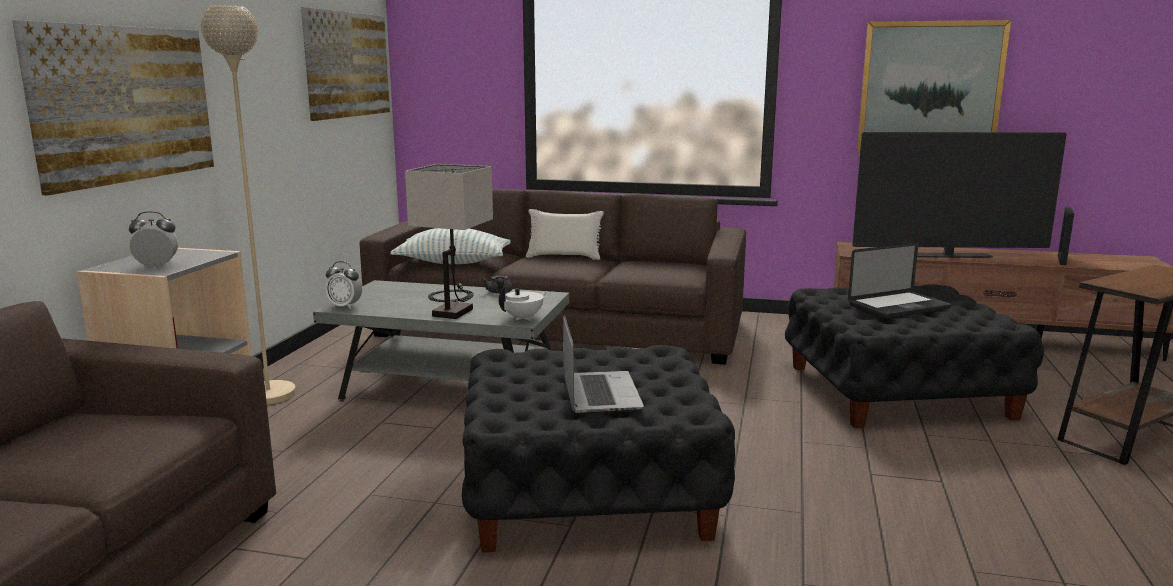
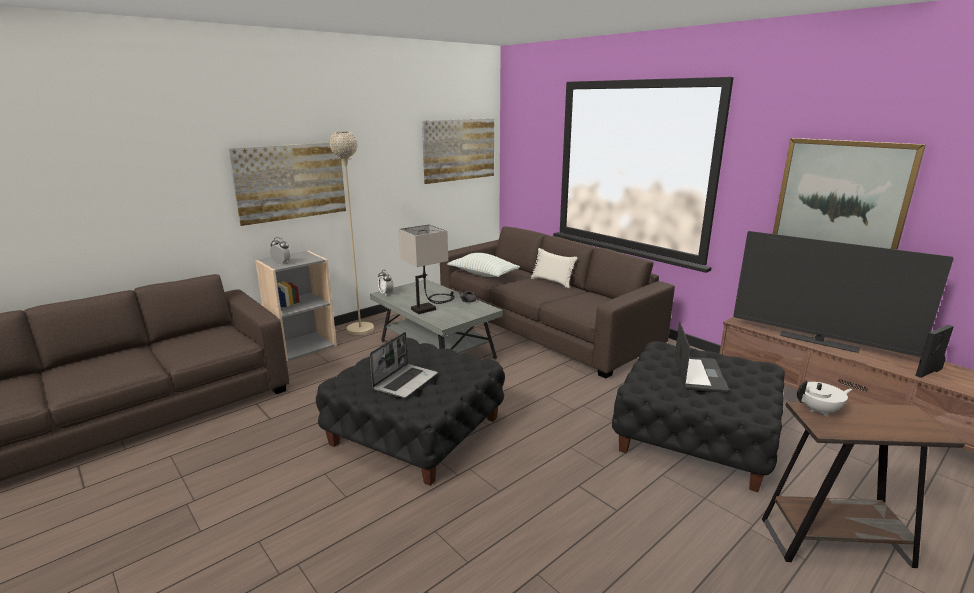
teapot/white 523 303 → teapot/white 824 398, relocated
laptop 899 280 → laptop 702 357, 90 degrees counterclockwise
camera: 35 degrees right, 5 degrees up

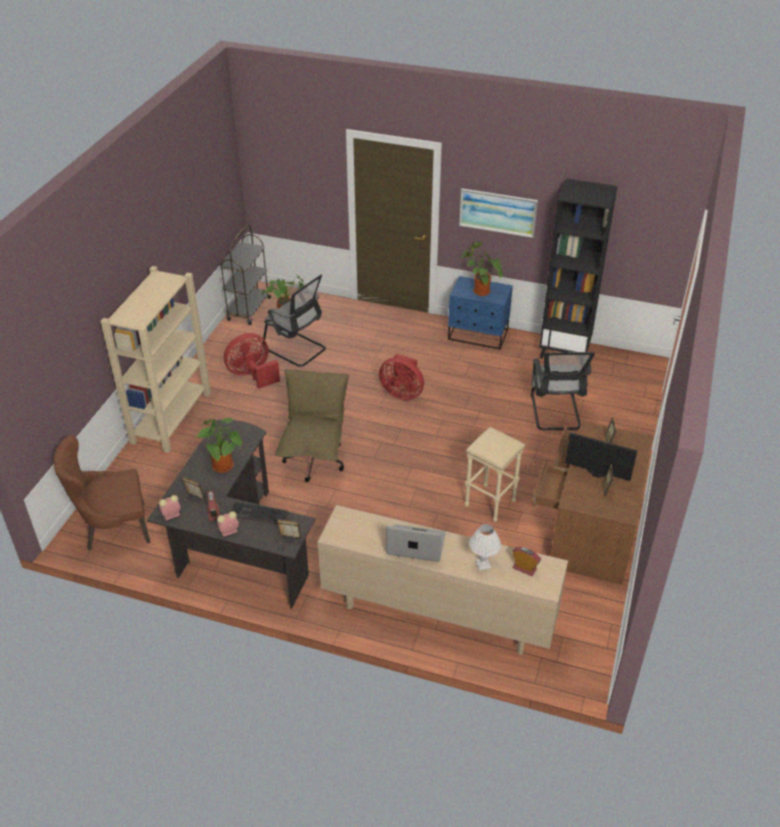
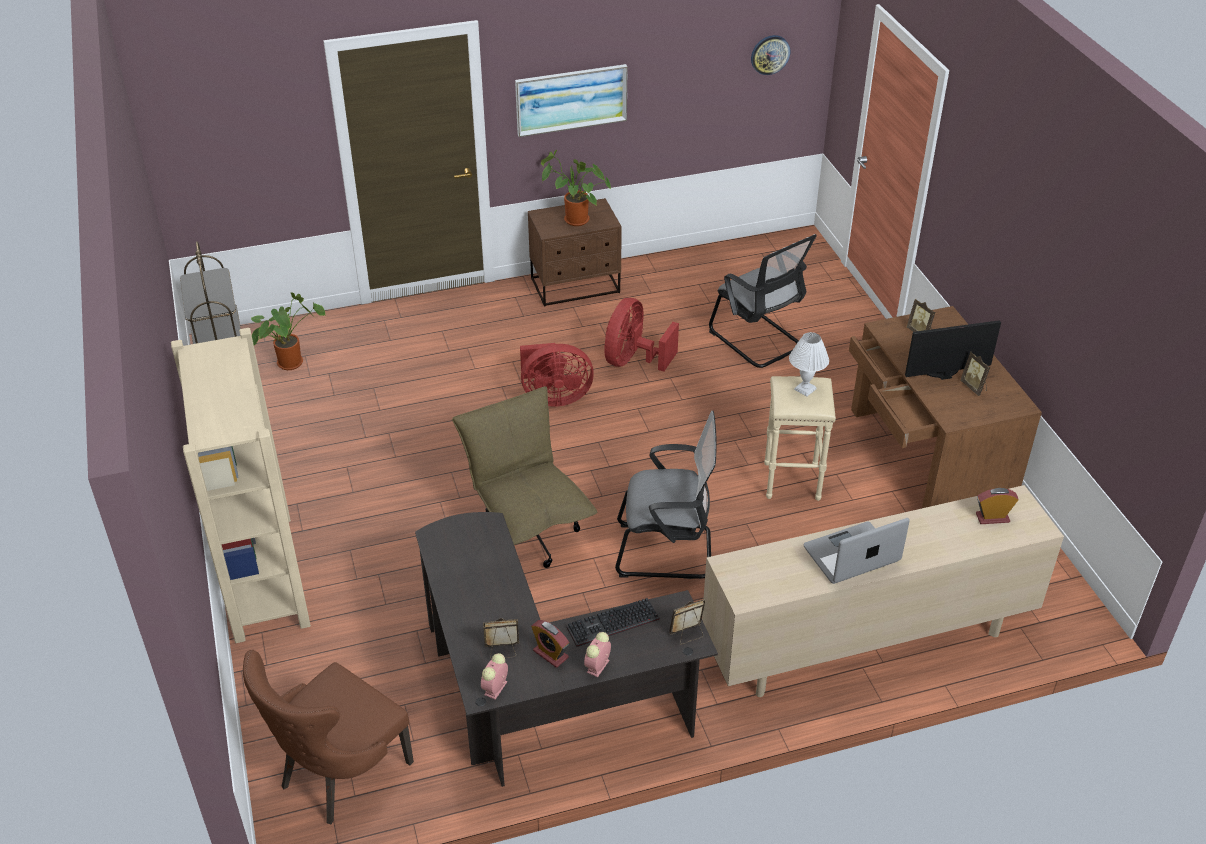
potted plant 219 445 → -
fan/red 252 361 → fan/red 641 334, relocated
chair 294 320 → chair 666 494, relocated
nightstand/blue 480 313 → nightstand/brown 575 252
table lamp/white 485 547 → table lamp/white 809 364, relocated
bookcase/black 578 269 → -
- → wall clock 770 55
camera: 35 degrees left, 0 degrees up

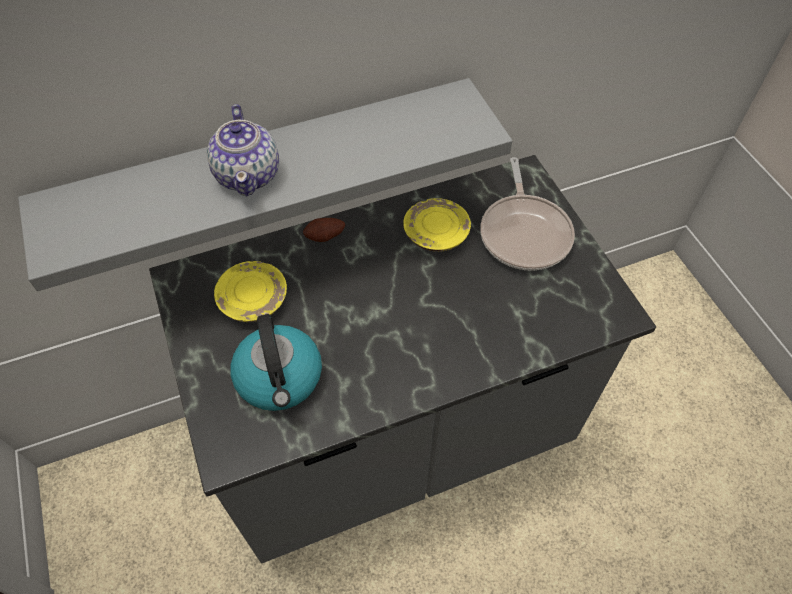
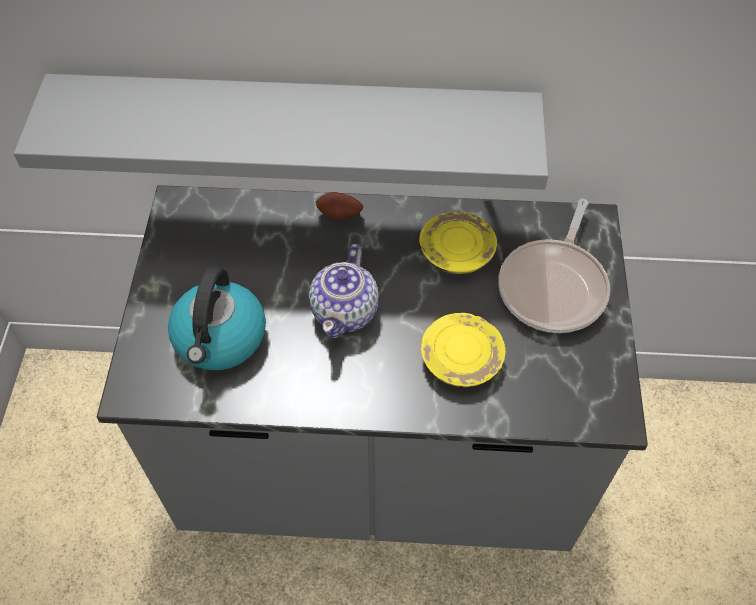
teapot 243 150 → teapot 344 291, relocated
plate/yellow 250 291 → plate/yellow 463 350, relocated
camera: 25 degrees right, 0 degrees up

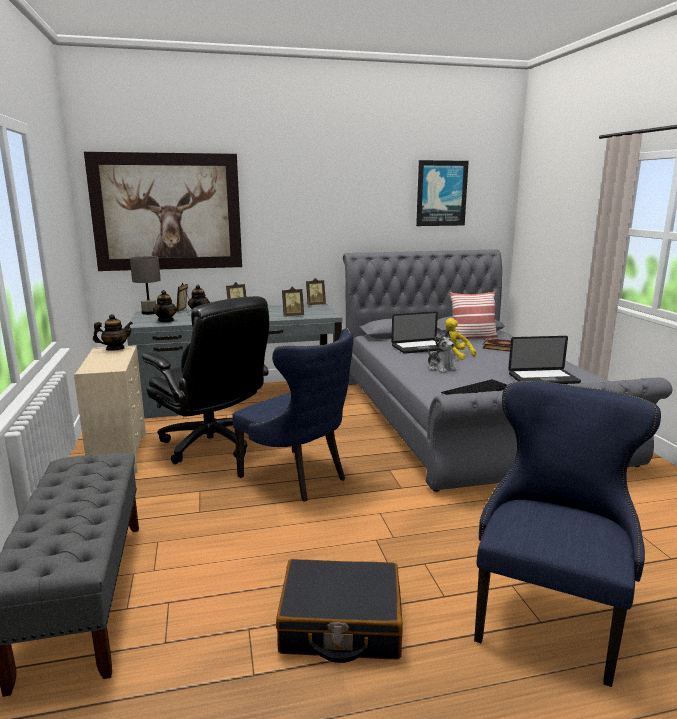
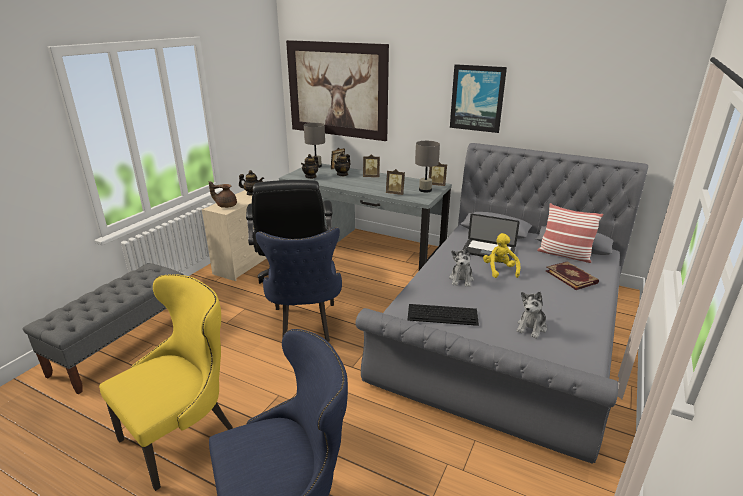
suitcase/black 339 611 → chair/yellow 166 382
picture 442 193 → picture 478 98, relocated
laptop 544 360 → plush toy 532 315
- → teapot/brown 223 194
- → table lamp/grey 427 166
camera: 40 degrees right, 10 degrees up

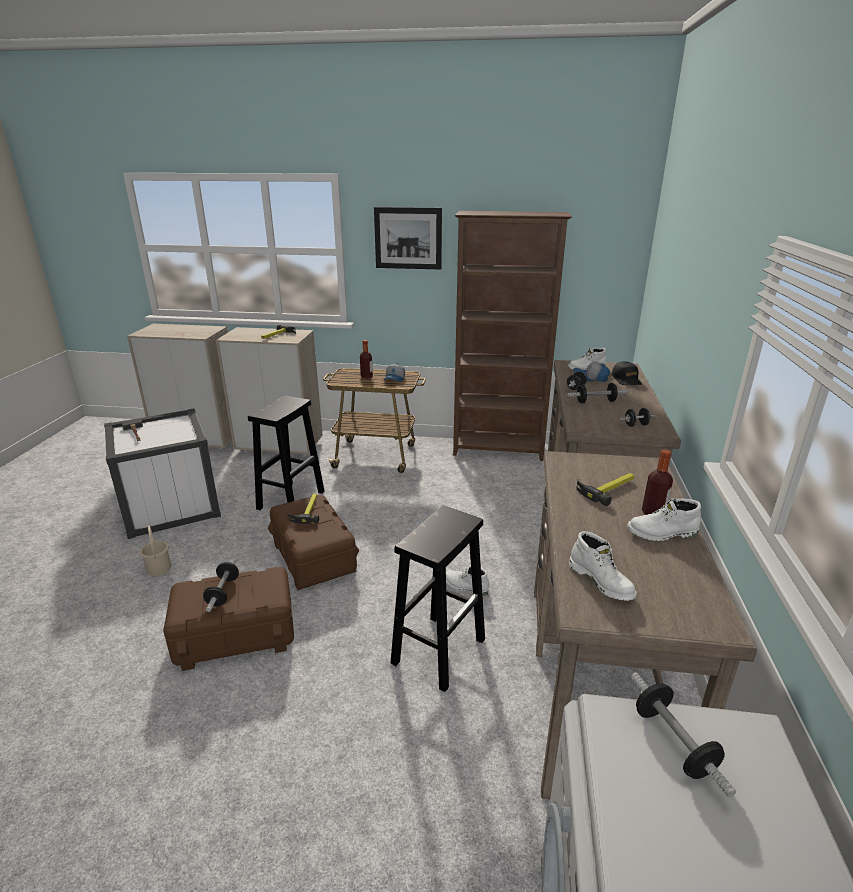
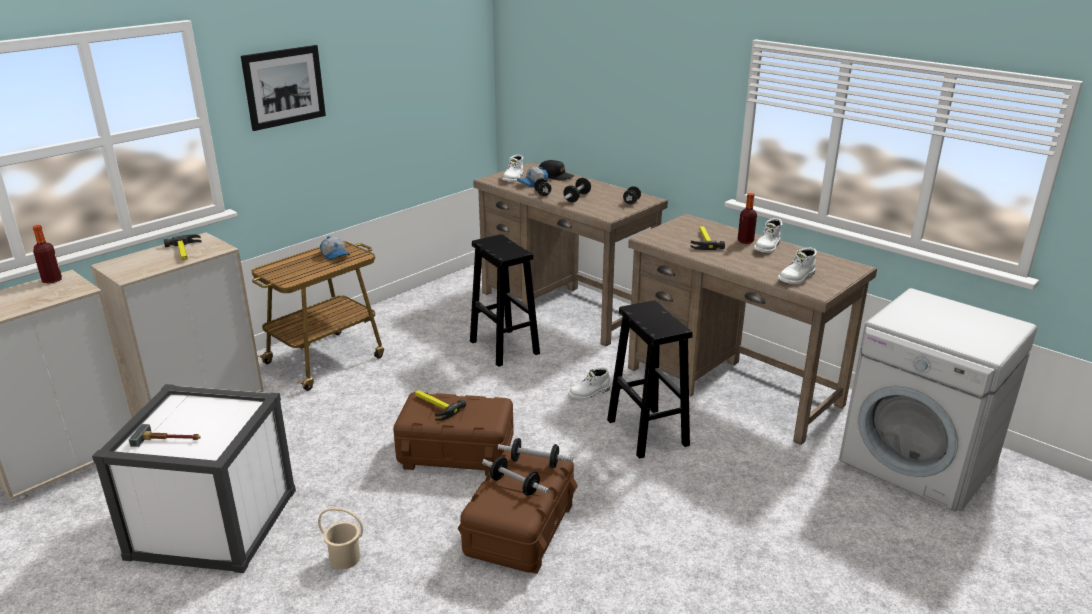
stool/black 286 452 → stool/black 505 300, relocated
bottle 366 359 → bottle 47 254, relocated
bookcase/brown 512 336 → -
boot/white 603 566 → boot/white 797 266, 135 degrees clockwise
dumbbell 683 735 → dumbbell 535 453, relocated
camera: 55 degrees left, 0 degrees up

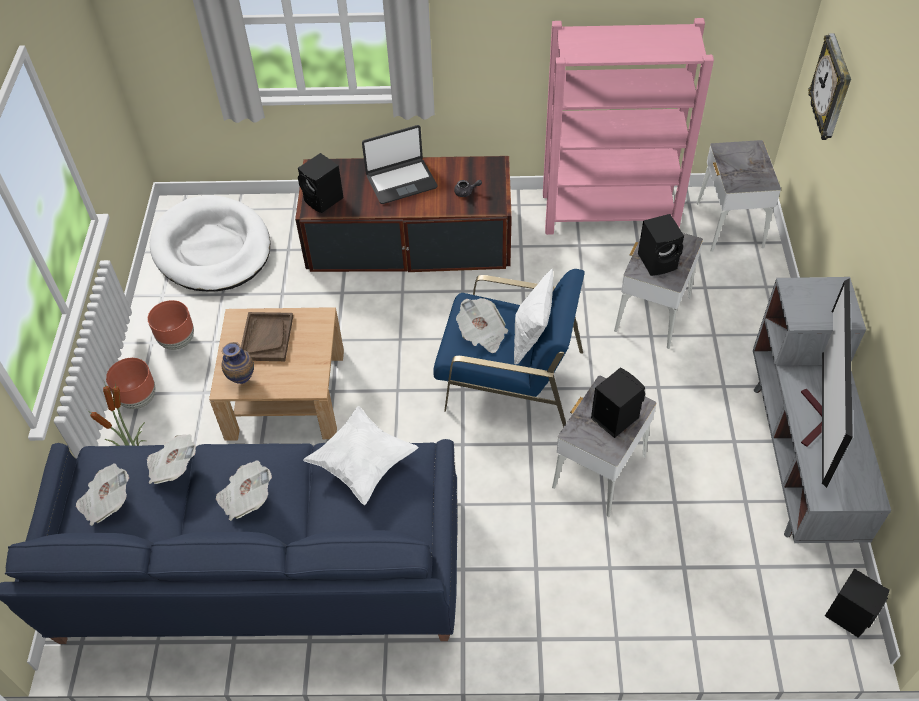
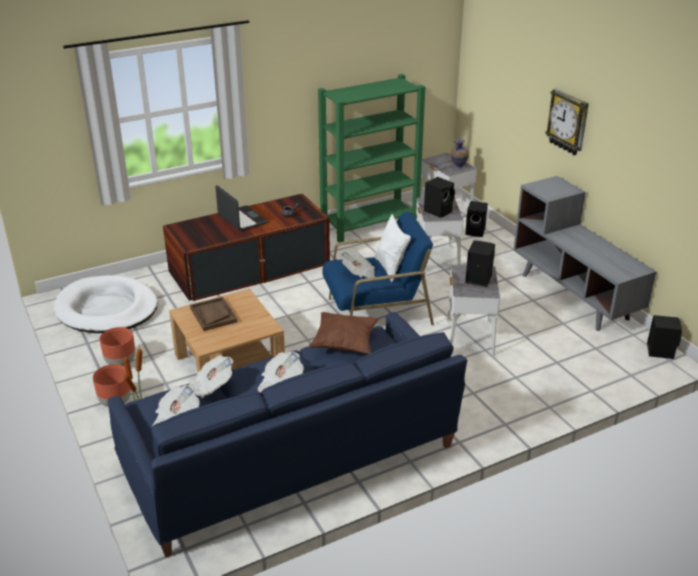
vase 237 363 → vase 460 153, relocated
speaker/black 321 183 → speaker/black 476 219, relocated
pillow/white 360 455 → pillow/brown 344 333
laptop 399 164 → laptop 241 208, 75 degrees counterclockwise
bookcase/pink 628 126 → bookcase/green 372 158
television 827 383 → -
wall clock 829 86 → wall clock 567 122, relocated
camera: 30 degrees left, 20 degrees down

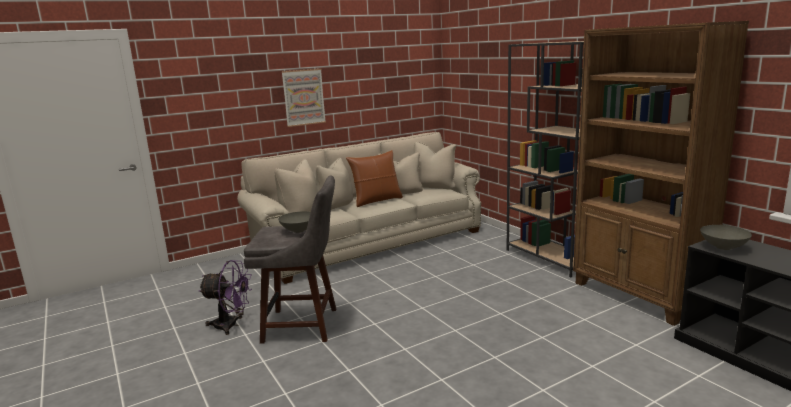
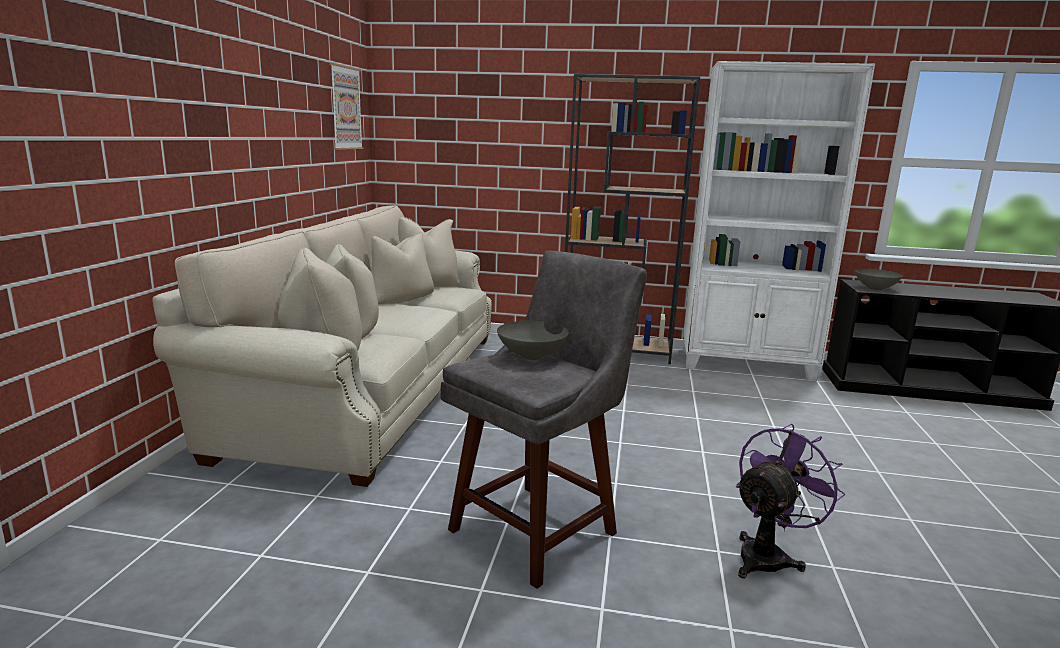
fan/purple 225 297 → fan/purple 790 501, relocated
picture 303 98 → picture 347 106, relocated
pillow/brown 374 178 → -
bookcase/brown 661 173 → bookcase/white 779 221
camera: 50 degrees left, 0 degrees up

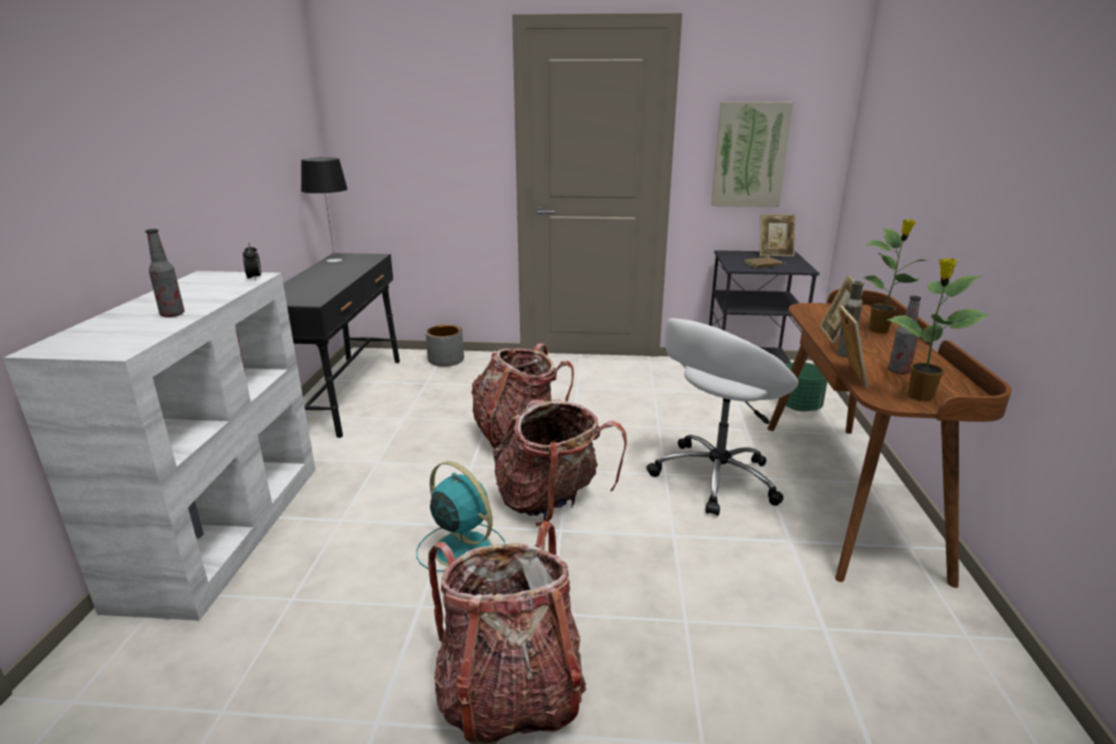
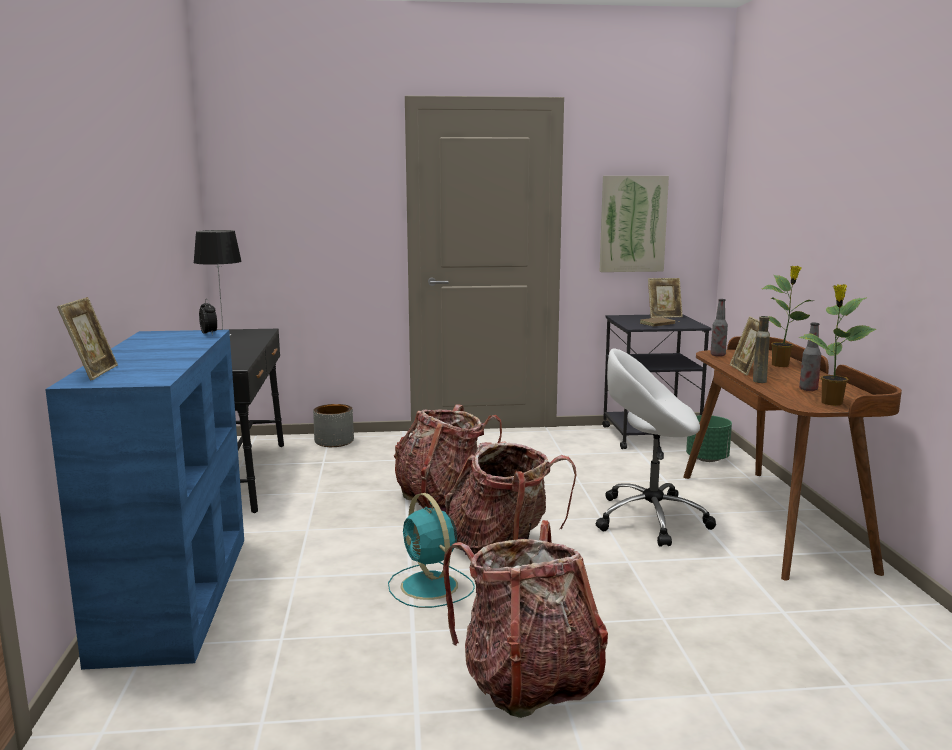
bookcase/white 159 446 → bookcase/blue 144 500
bottle 165 273 → bottle 719 328, relocated
fan/turquoise 460 516 → fan/turquoise 431 550, 150 degrees counterclockwise
office chair/white 722 417 → office chair/white 656 448, 60 degrees clockwise
picture frame 854 346 → picture frame 87 338, relocated
camera: 10 degrees left, 10 degrees down

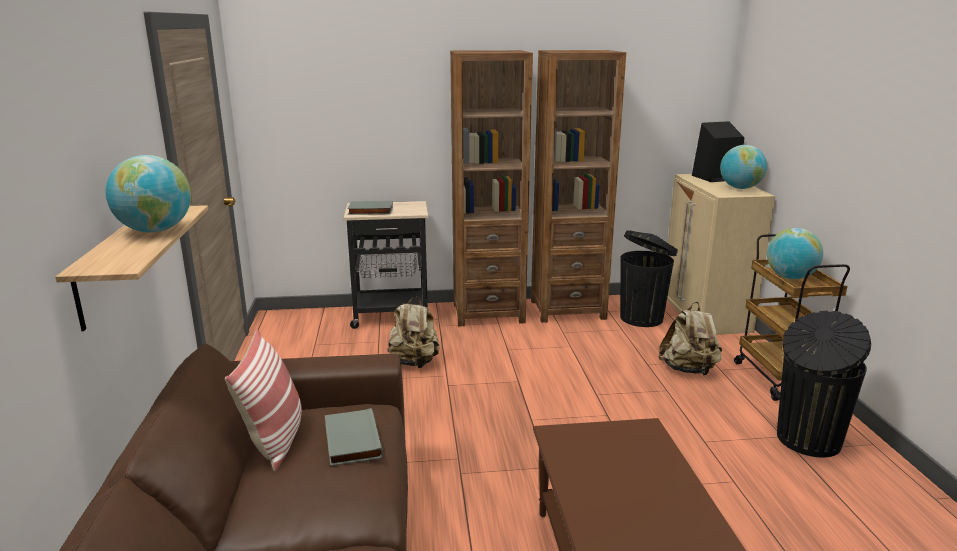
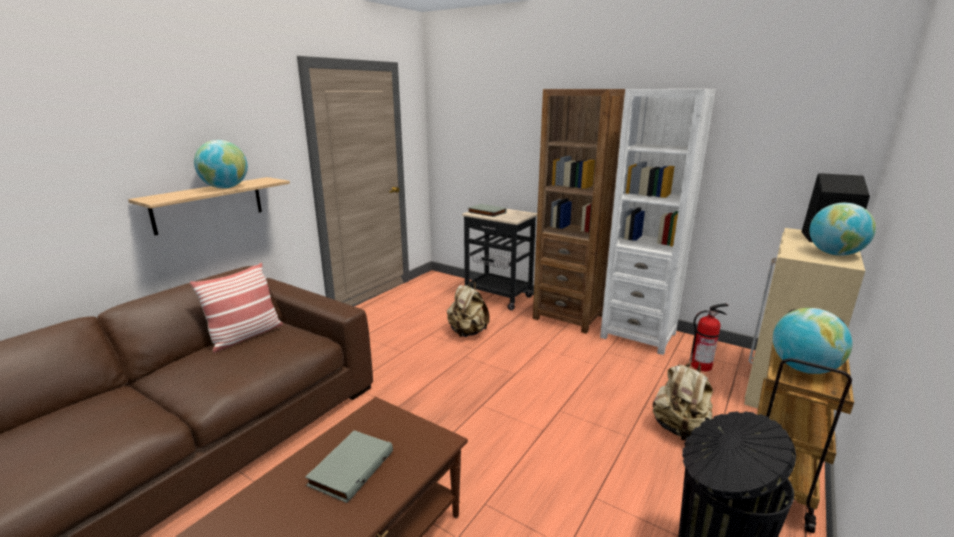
book/grey 354 437 → book/grey 349 466, relocated
bookcase/brown 578 186 → bookcase/white 658 222
trash can/black 649 279 → fire extinguisher 709 337
camera: 40 degrees right, 0 degrees up

